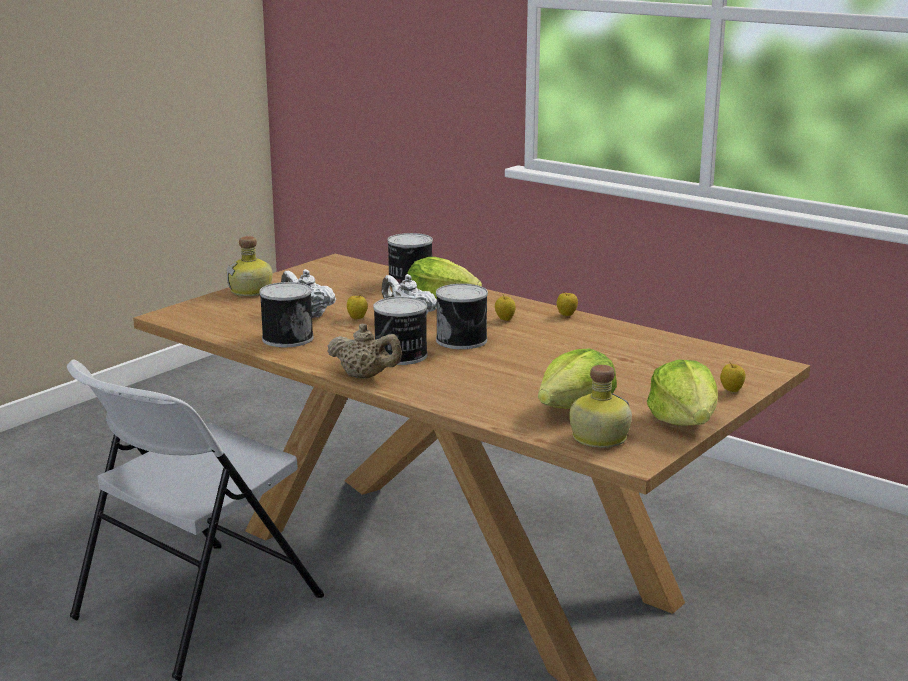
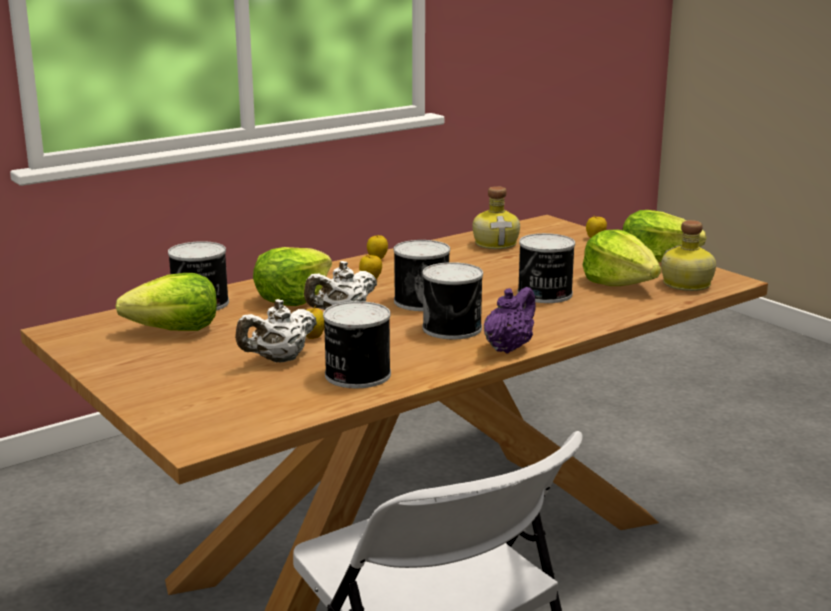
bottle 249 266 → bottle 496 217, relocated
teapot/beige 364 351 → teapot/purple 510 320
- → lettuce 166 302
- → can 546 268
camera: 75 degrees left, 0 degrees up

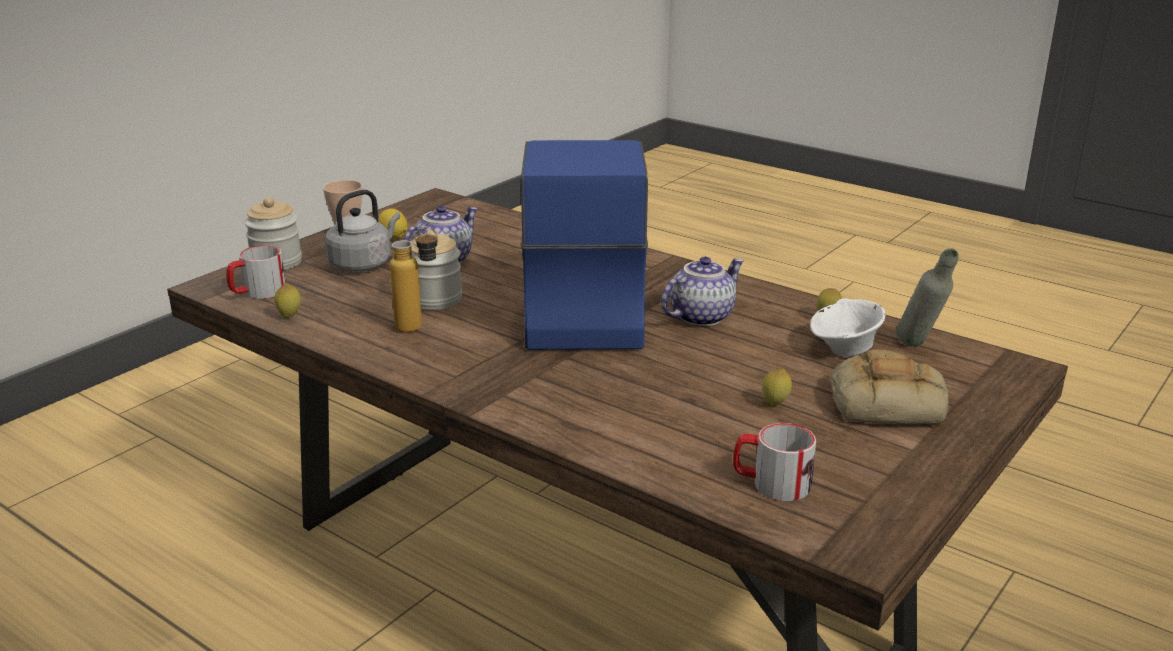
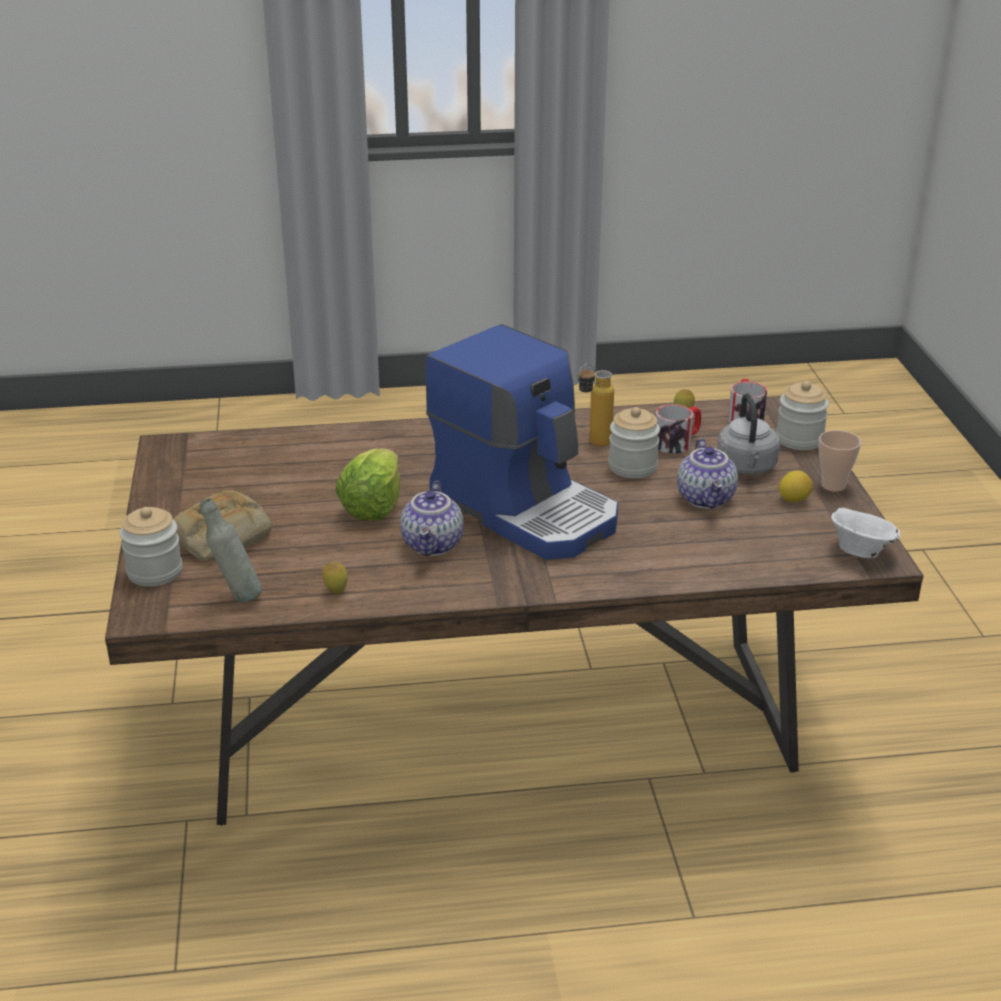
mug 774 462 → mug 678 429, relocated
lemon 777 386 → -
bowl/white 848 327 → bowl/white 866 533, relocated
- → jar 151 546
- → lettuce 368 485
camera: 135 degrees right, 5 degrees up

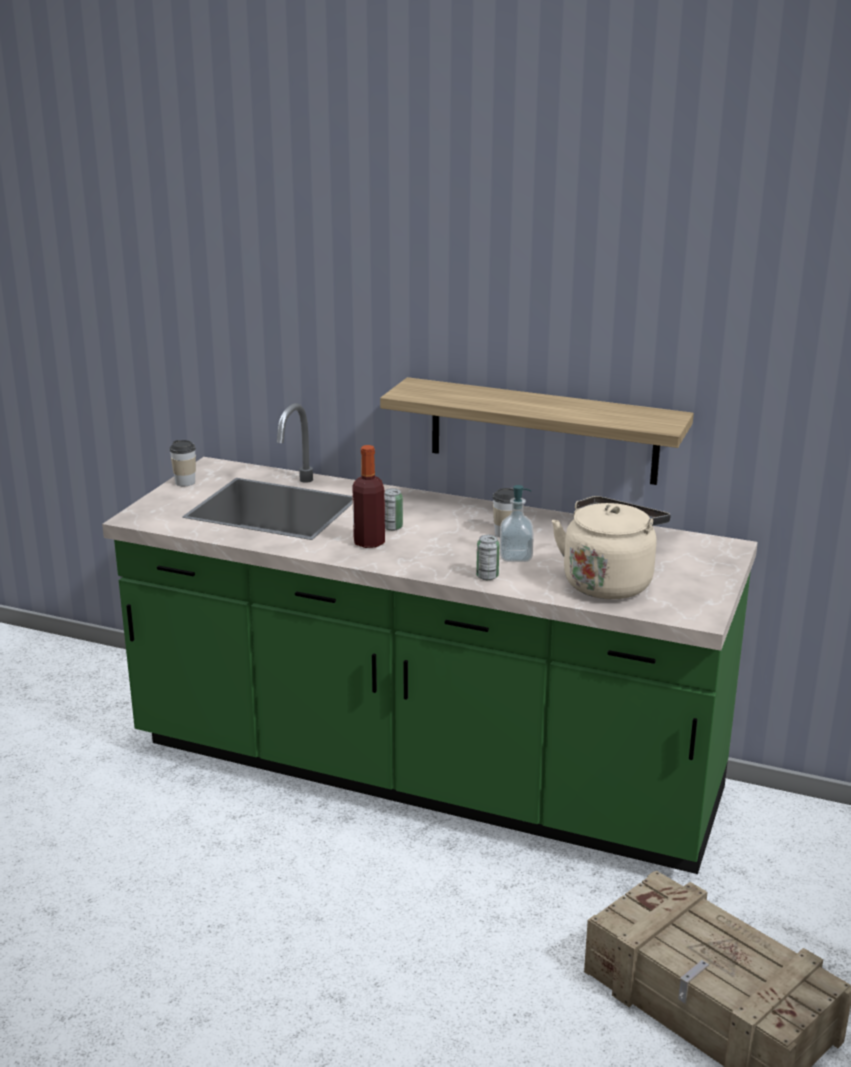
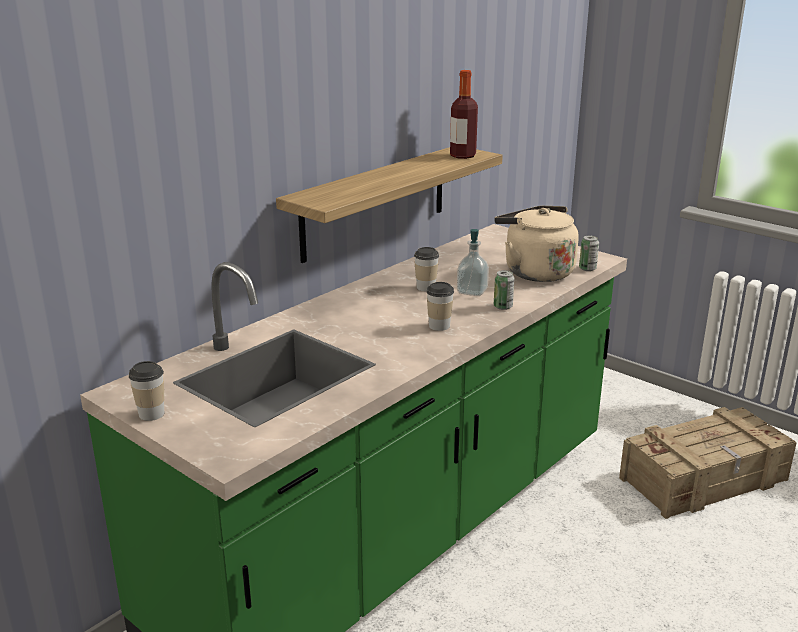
bottle 368 496 → bottle 464 114, relocated
can 393 509 → can 589 253, relocated
- → cup 440 306
camera: 70 degrees left, 0 degrees up

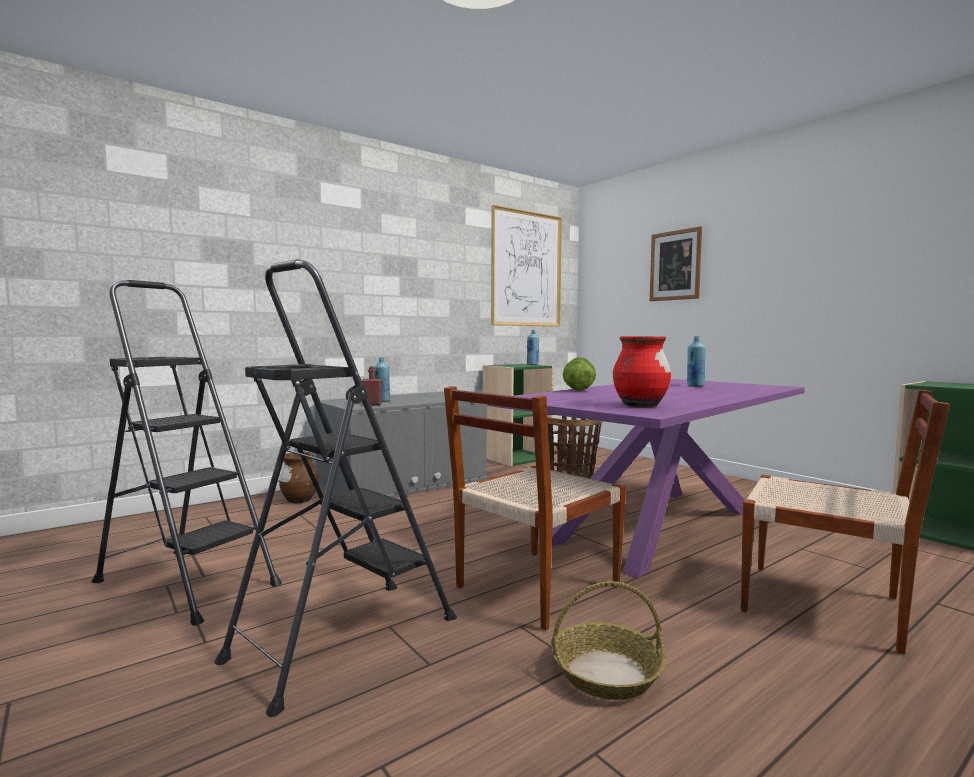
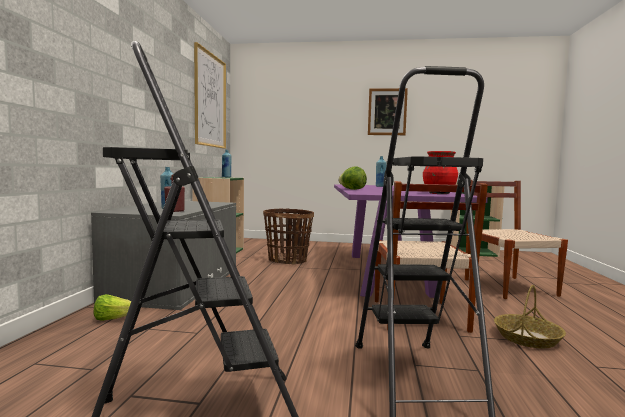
vase/brown 299 477 → lettuce 112 307
picture 676 263 → picture 388 111, relocated
chair 845 521 → chair 516 239, 90 degrees counterclockwise
camera: 45 degrees left, 0 degrees up

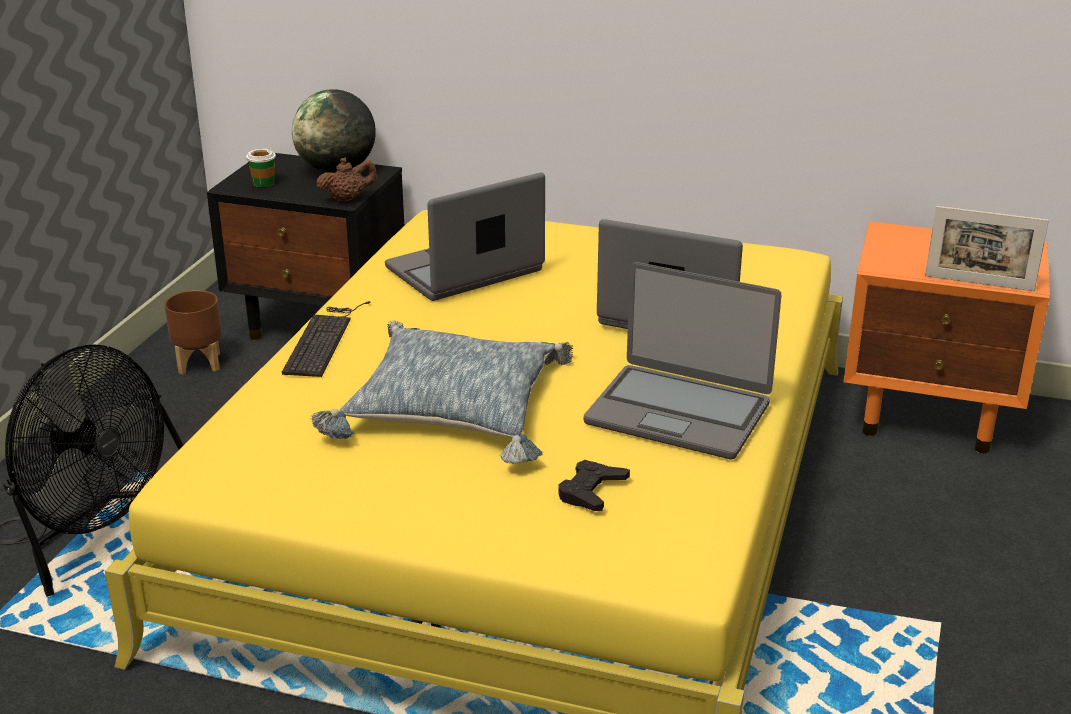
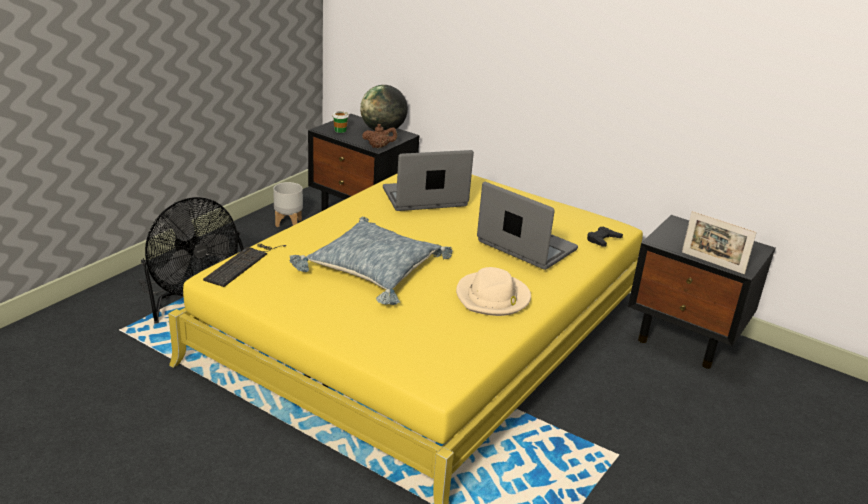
planter/brown 193 332 → planter/grey 288 204
keyboard 326 339 → keyboard 244 265, relocated
game controller/black 594 485 → game controller/black 605 237, relocated
laptop 683 360 → hat/beige 493 291
nightstand/orange 946 337 → nightstand/black 701 292
camera: 15 degrees right, 0 degrees up

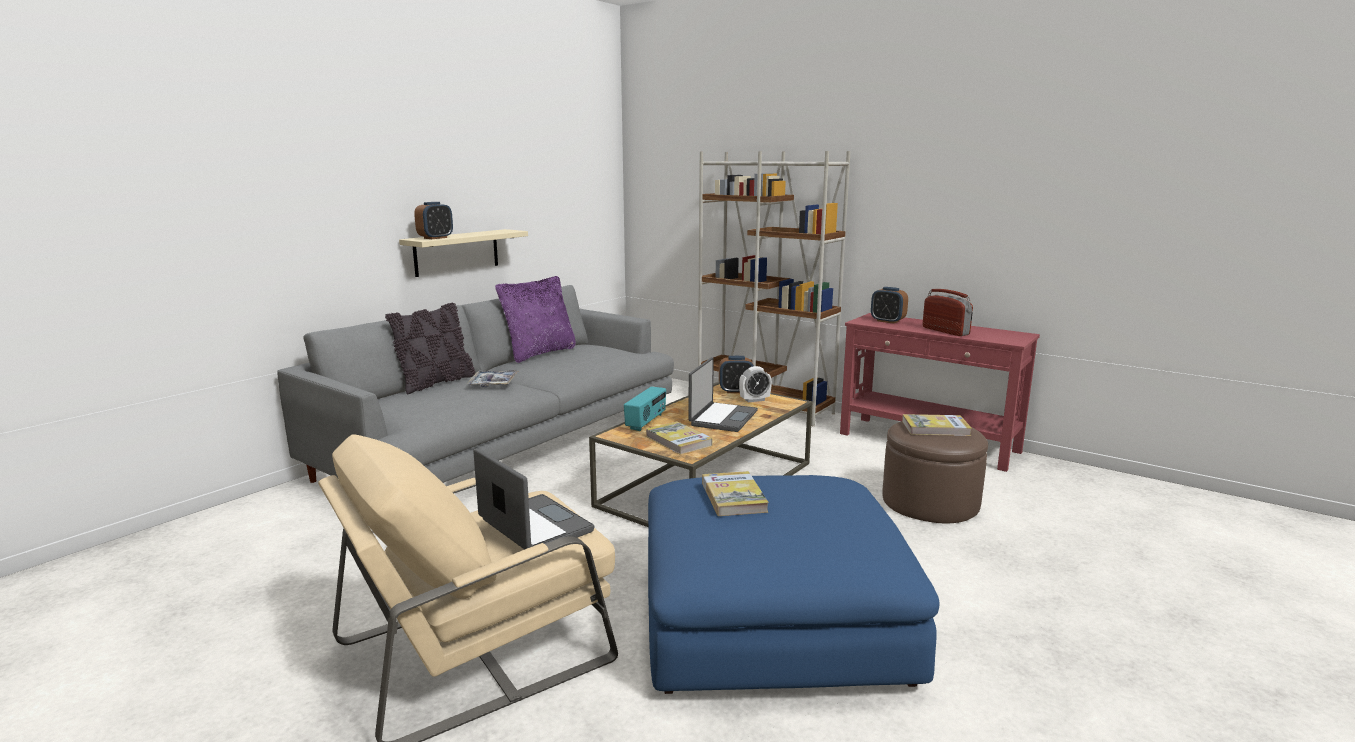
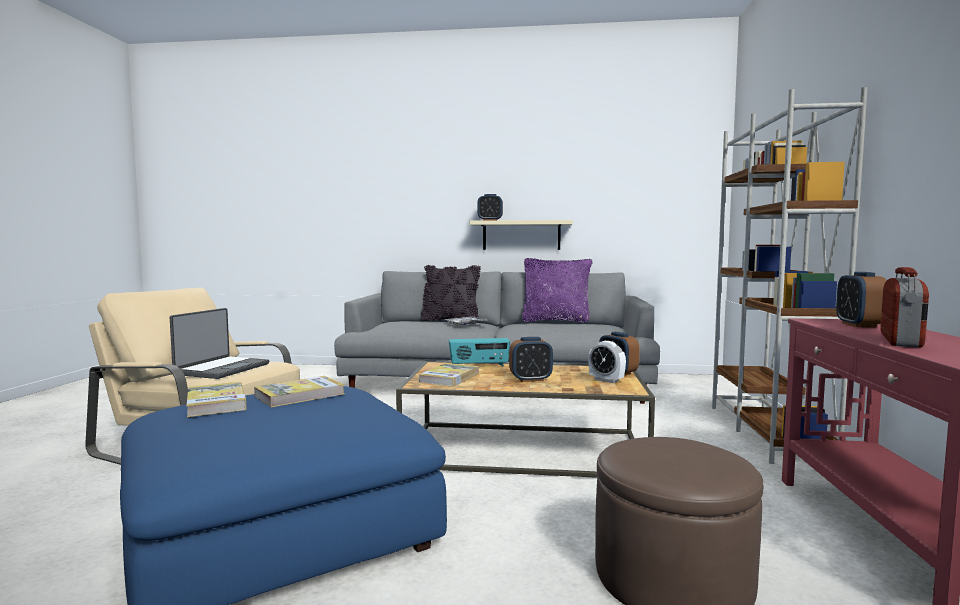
laptop 723 394 → alarm clock 531 359
book 936 425 → book 217 399, relocated
camera: 60 degrees right, 10 degrees down

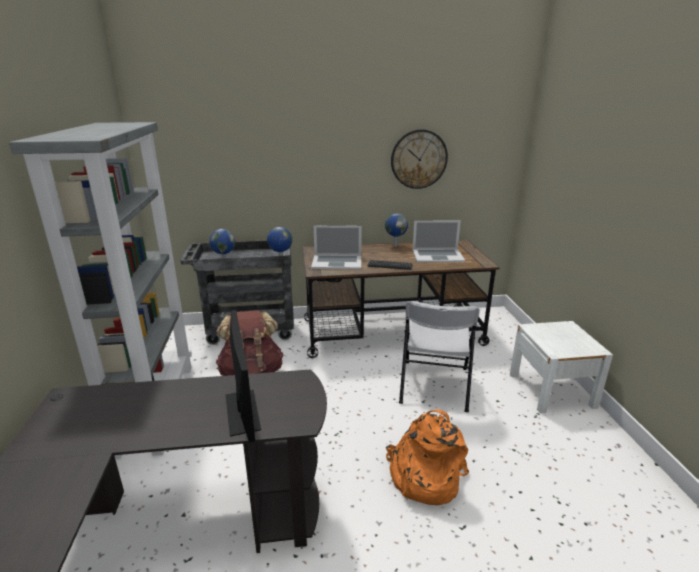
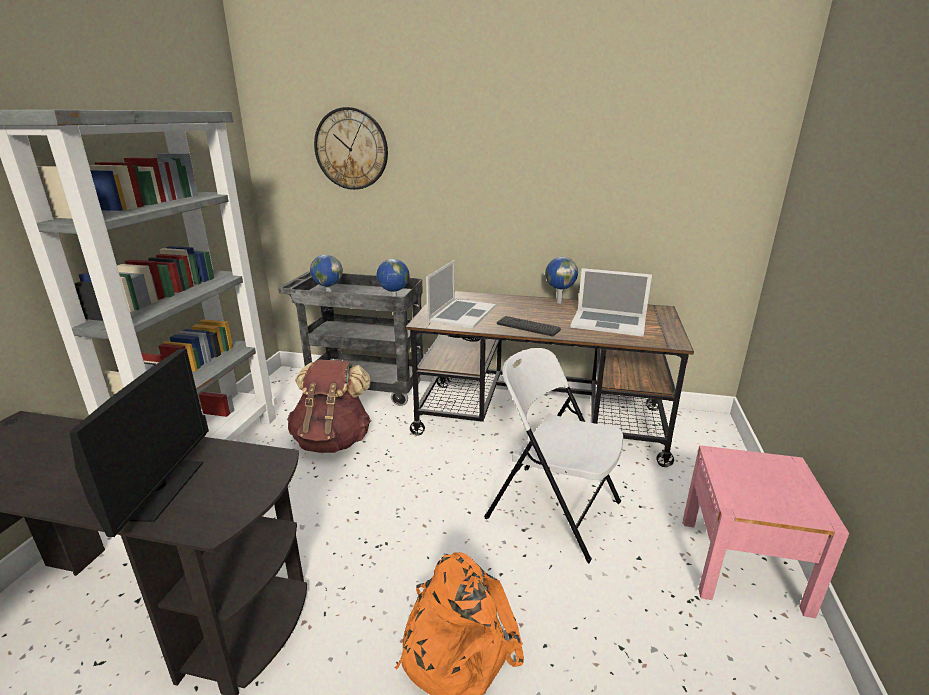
laptop 336 247 → laptop 461 294, 90 degrees counterclockwise
wall clock 419 159 → wall clock 351 148, relocated
chair/white 439 356 → chair/white 554 455, 90 degrees clockwise
nightstand/white 561 367 → nightstand/pink 766 531
camera: 20 degrees right, 0 degrees up

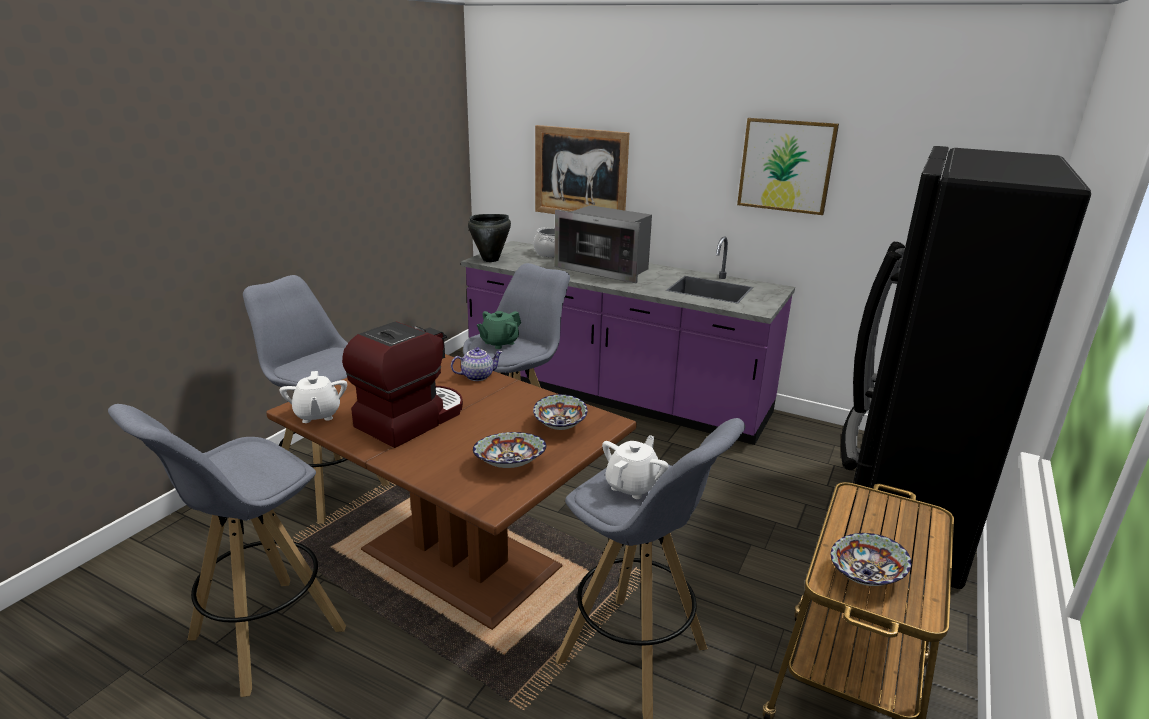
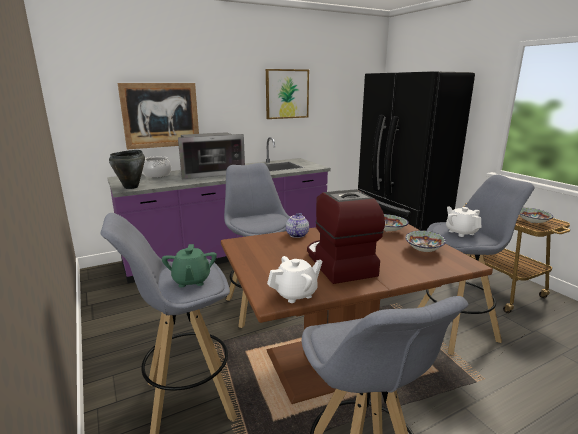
teapot/white 313 397 → teapot/white 294 279, 45 degrees counterclockwise
teapot/green 499 330 → teapot/green 189 265, relocated
camera: 55 degrees left, 5 degrees down

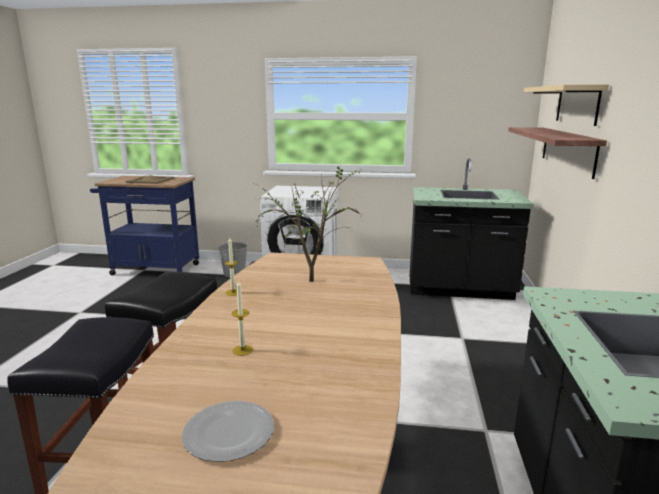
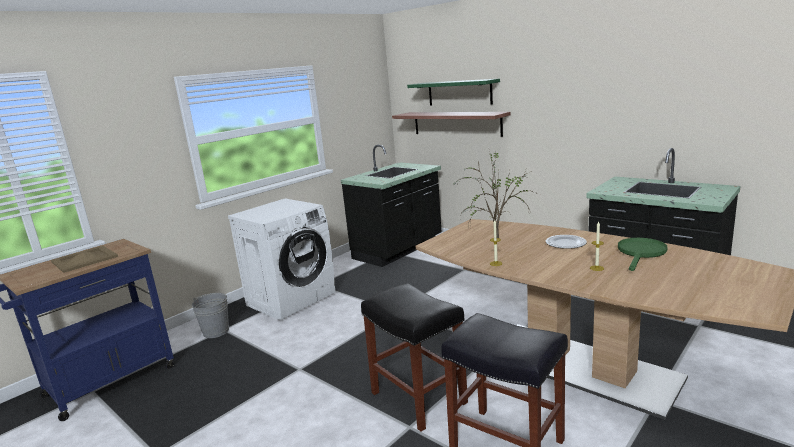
plate 228 431 → plate 566 242, relocated
shelf/beige 566 105 → shelf/green 453 92
- → frying pan/green 642 254
camera: 55 degrees left, 0 degrees up

